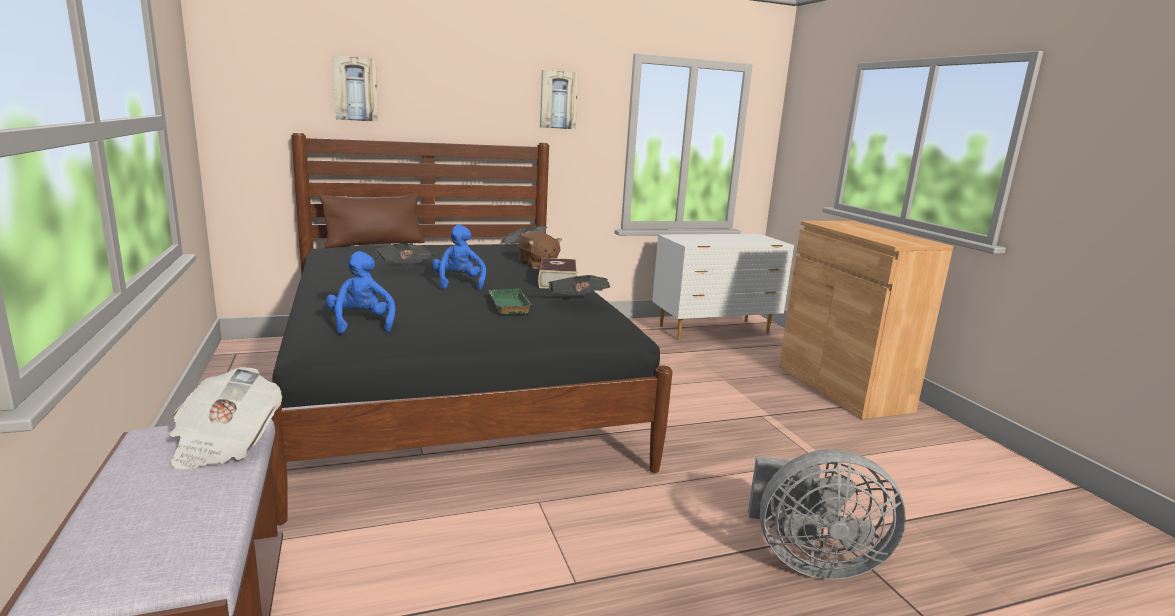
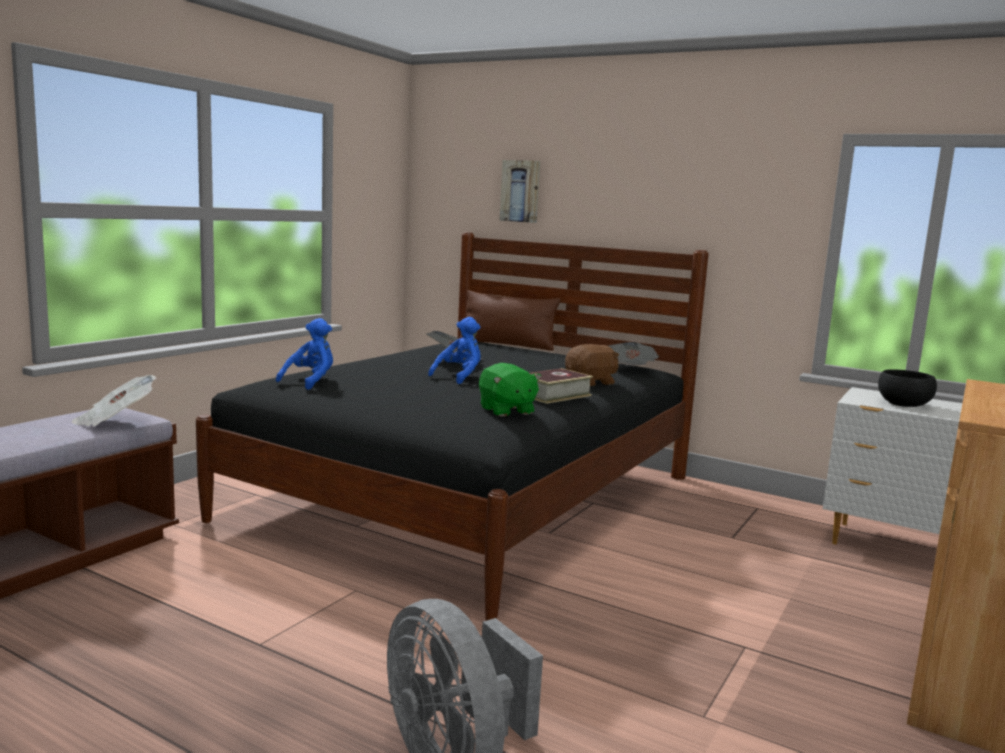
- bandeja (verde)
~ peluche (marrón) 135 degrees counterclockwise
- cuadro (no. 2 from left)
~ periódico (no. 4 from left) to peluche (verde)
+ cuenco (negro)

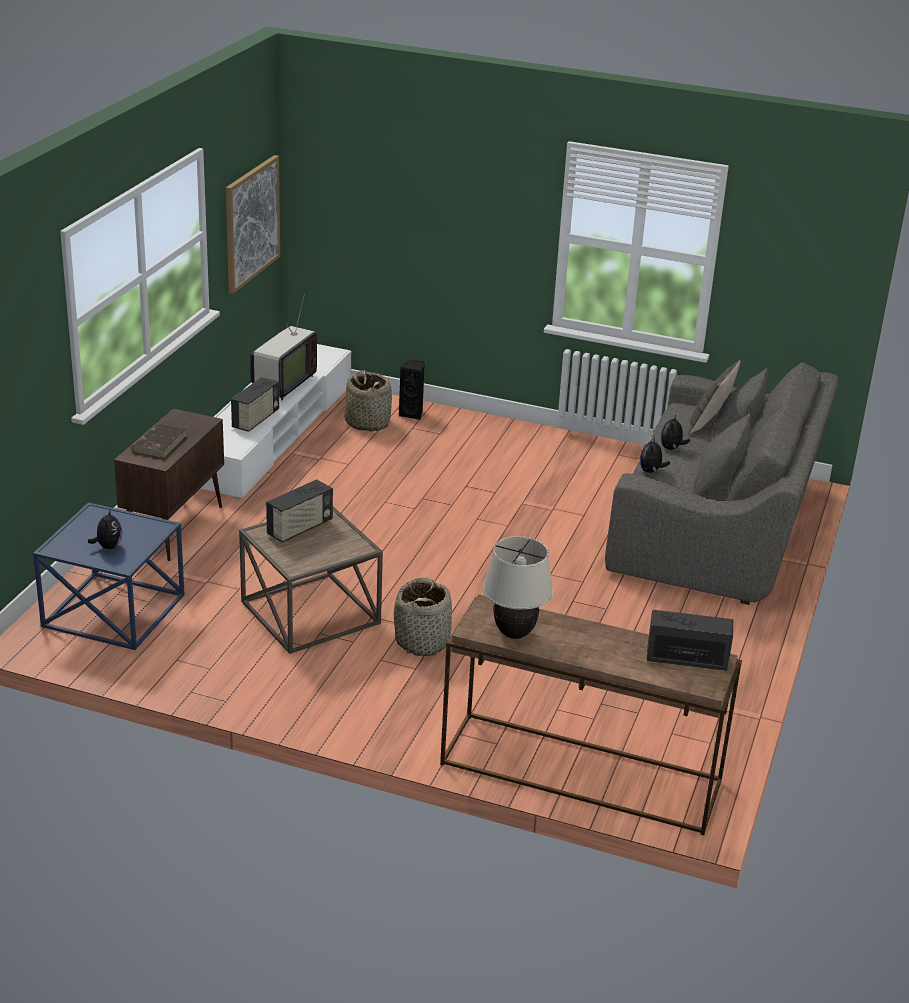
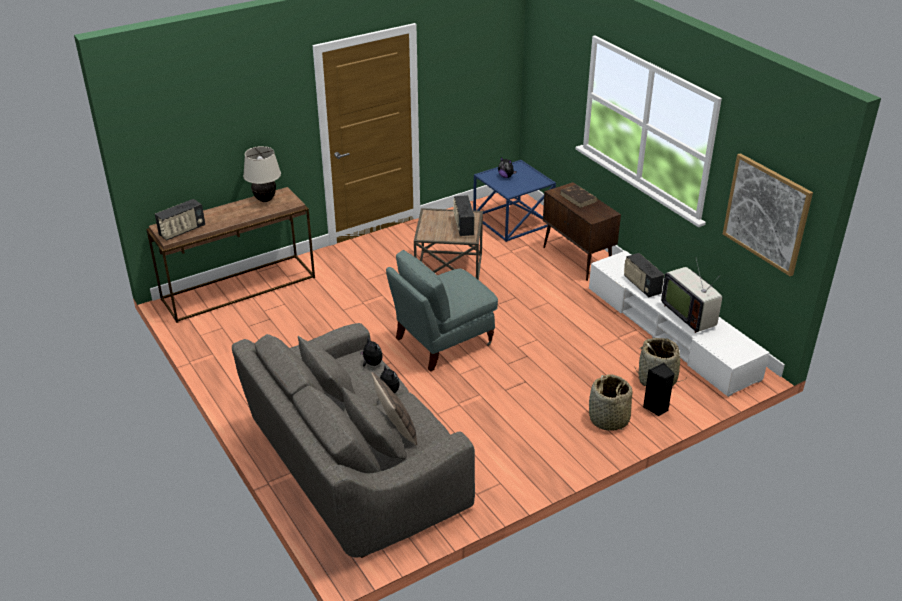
~ cesta (no. 2 from left in the first image) to cesta (no. 1 from left)
+ sillón (gris)

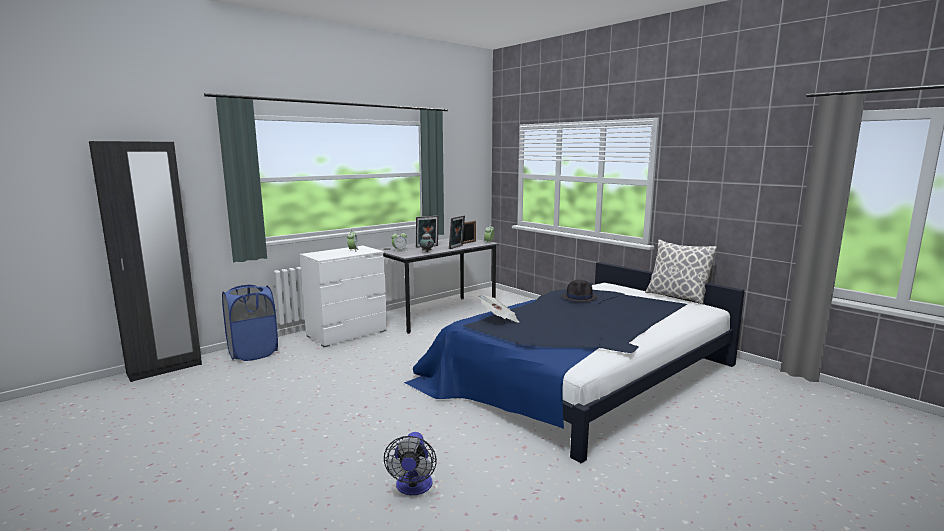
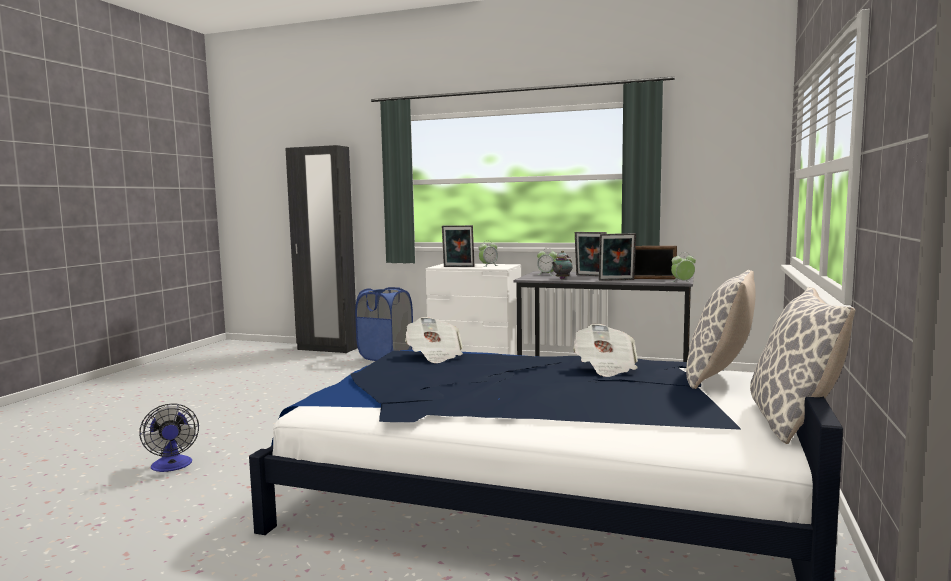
~ ventilador 90 degrees counterclockwise
~ sombrero (negro) to periódico (no. 2 from left)
+ portarretratos (no. 1 from left)
+ cojín (no. 1 from left)

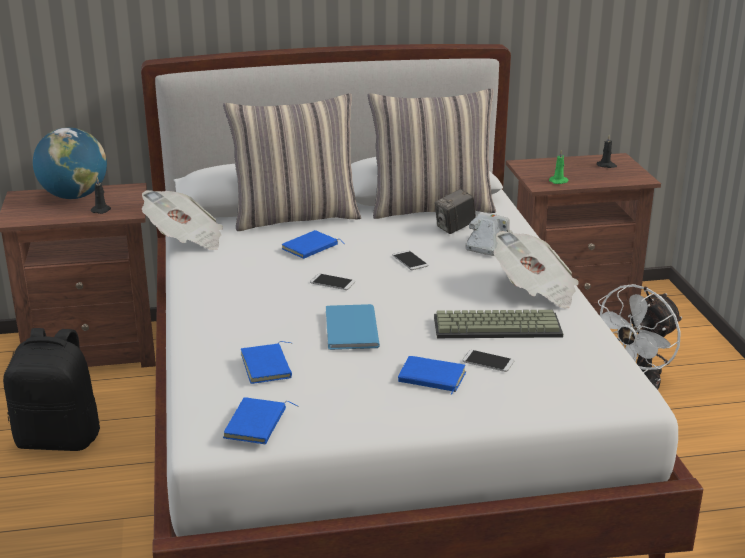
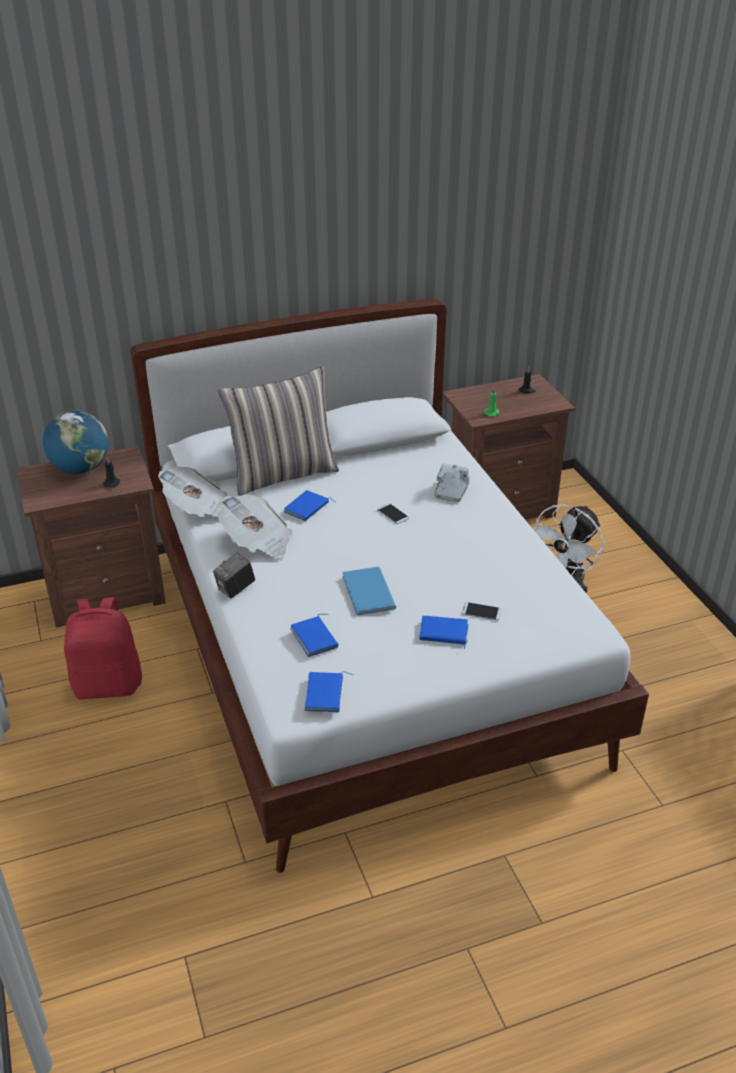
~ mochila (negro) to mochila (rojo)
- móvil (no. 1 from left)
- cojín (no. 2 from left)
- teclado
~ cámara (no. 1 from left)
~ periódico (no. 2 from left)

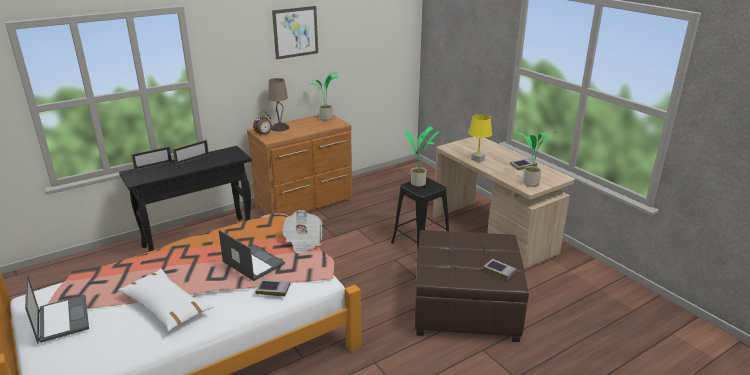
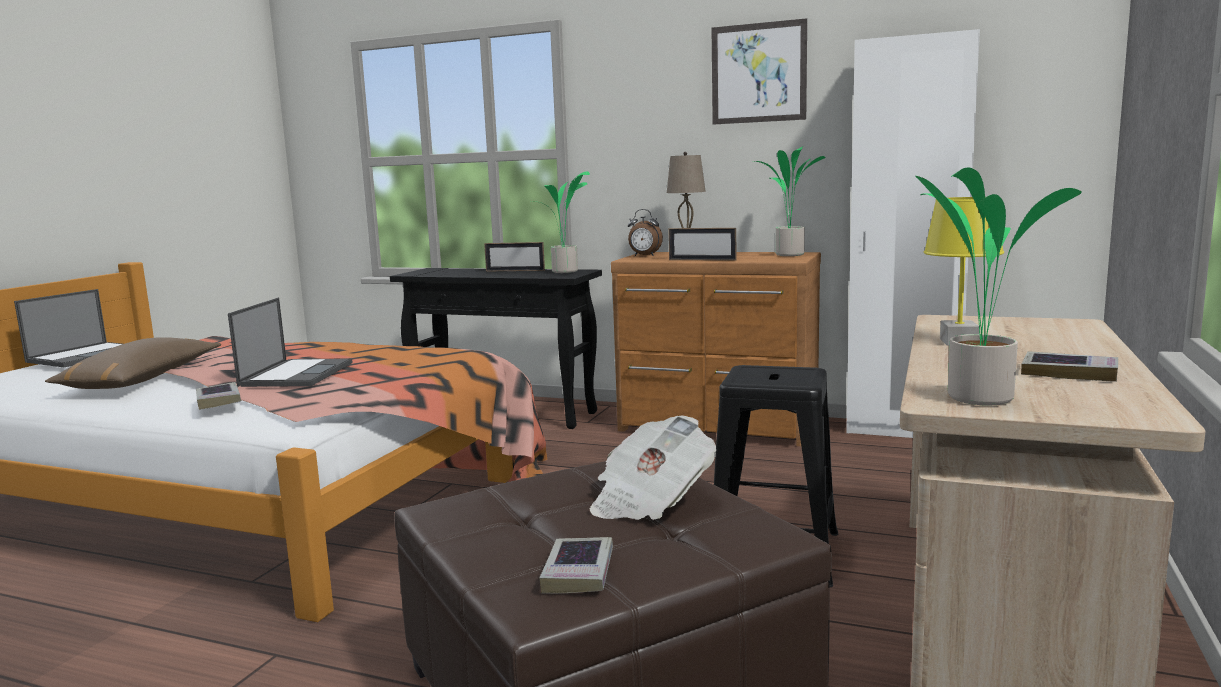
~ cojín (blanco) to cojín (marrón)
~ portarretratos (no. 1 from left in the first image) to portarretratos (no. 2 from left)
~ periódico
~ planta en maceta (no. 2 from left in the first image) to planta en maceta (no. 1 from left)
+ armario ropero (blanco)

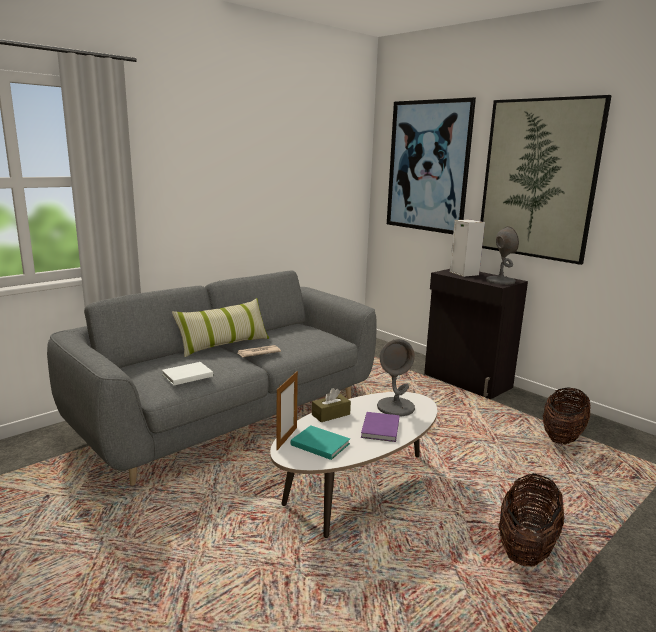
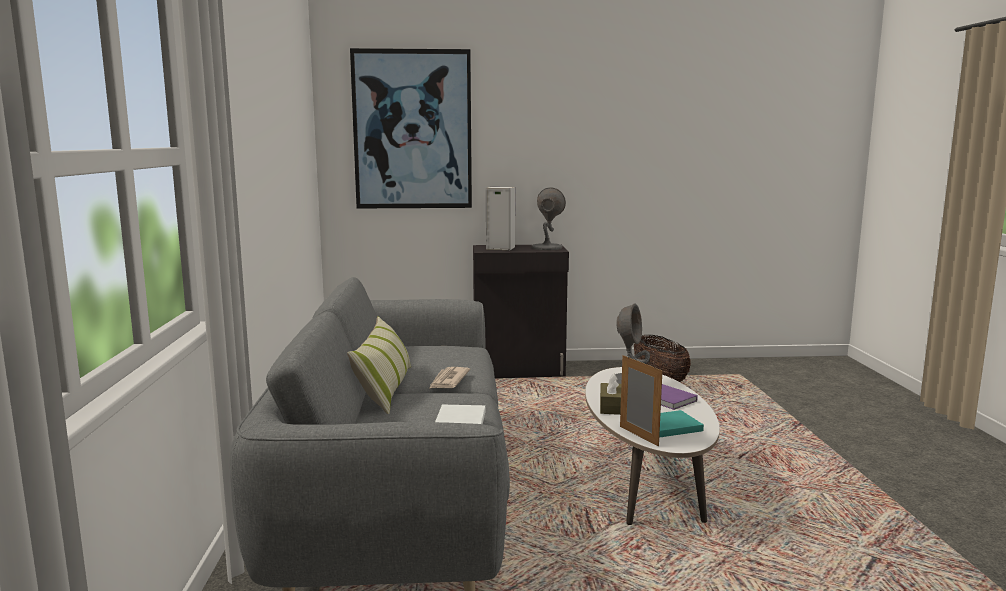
- cuadro (no. 2 from left)
- cesta (no. 1 from left)

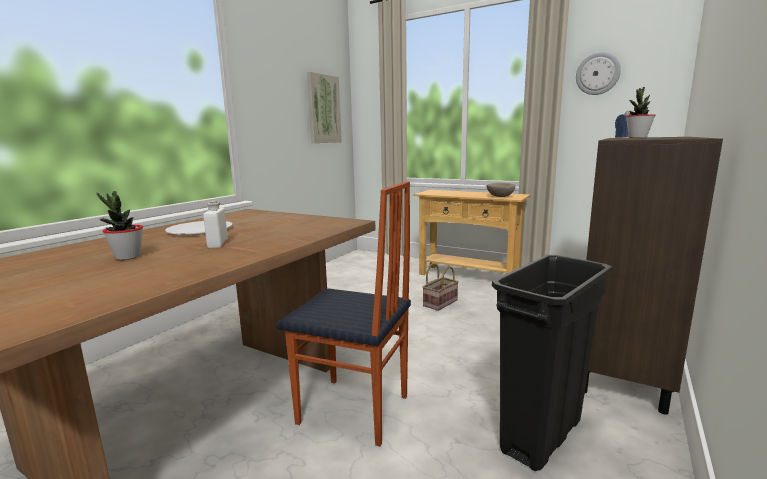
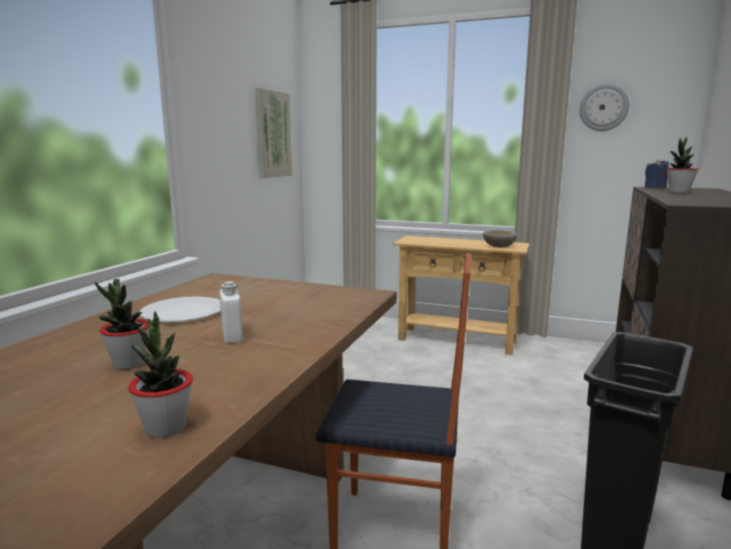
- cesta
+ planta en maceta (no. 2 from left)

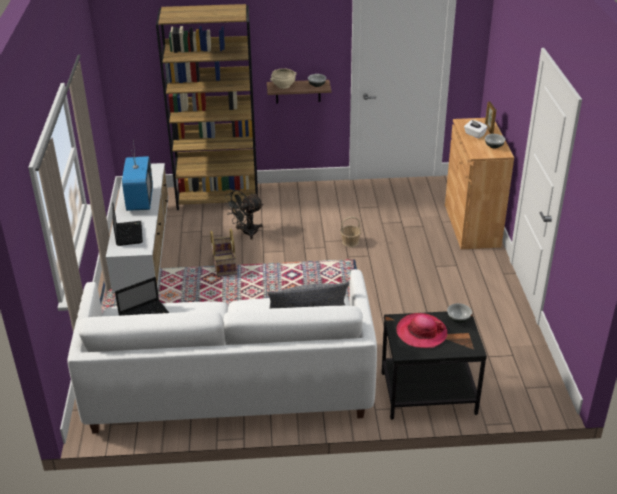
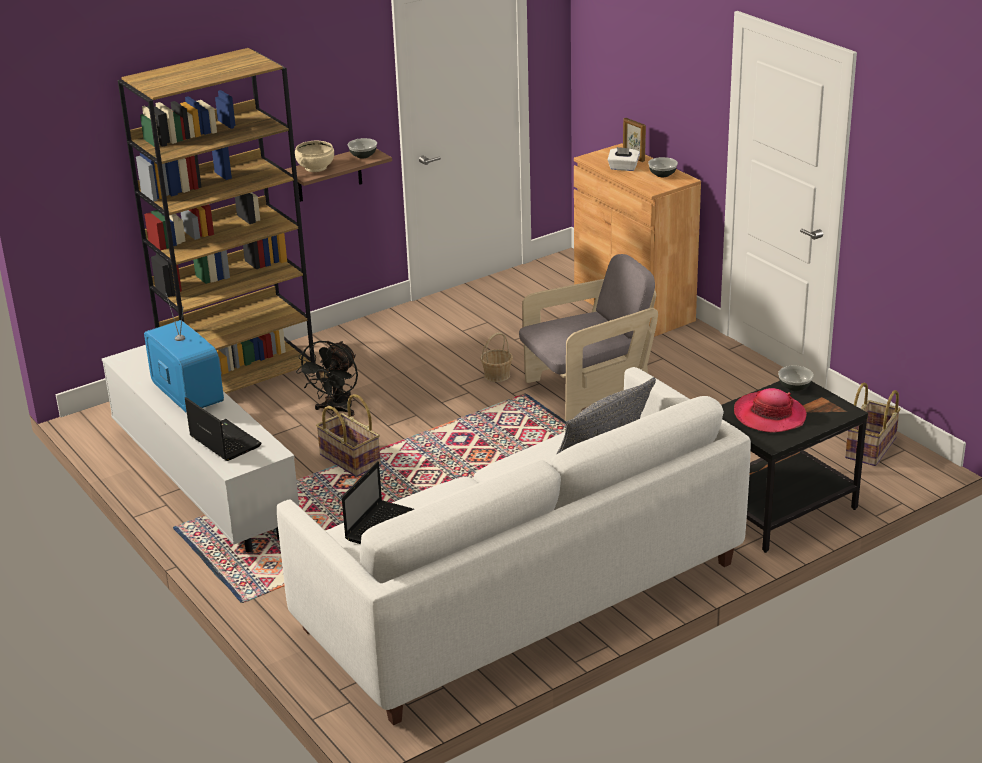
+ sillón (gris)
+ cesta (no. 3 from left)

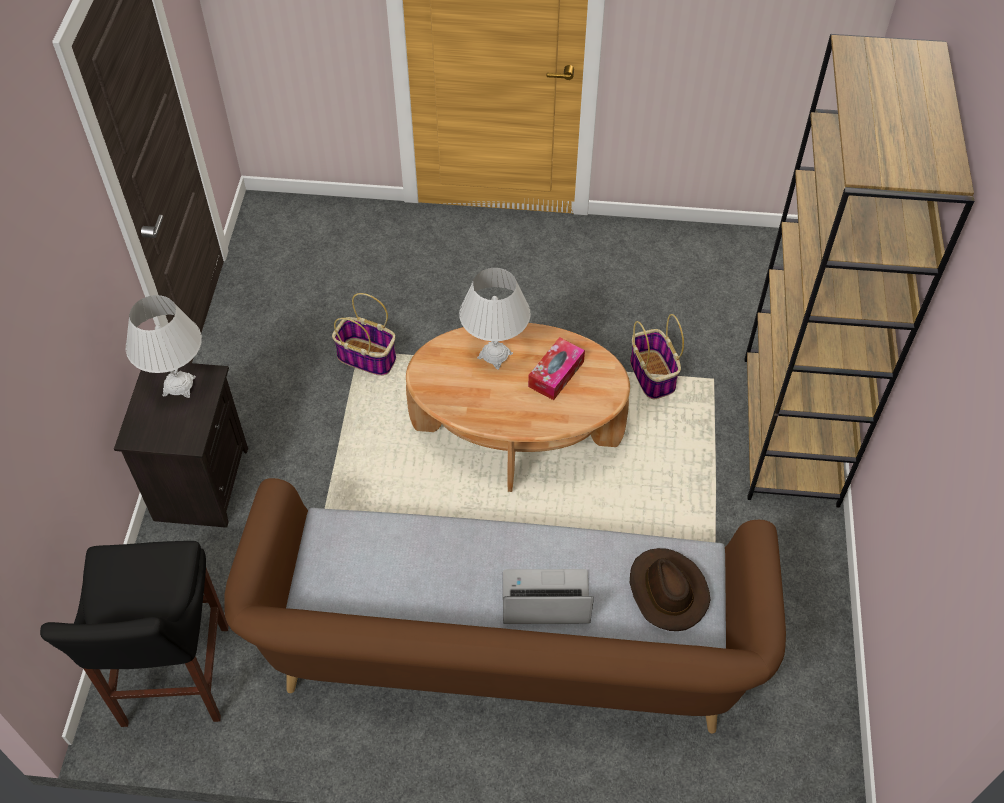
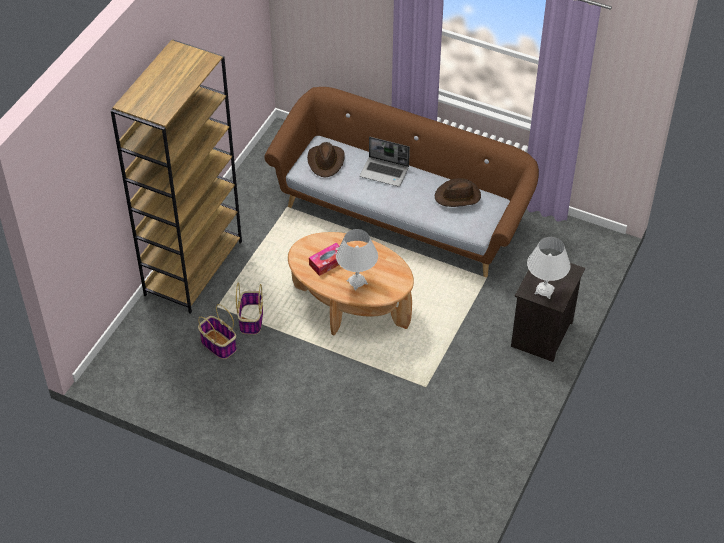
- taburete (negro)
~ cesta (no. 1 from left)
+ sombrero (marrón) (no. 2 from left)

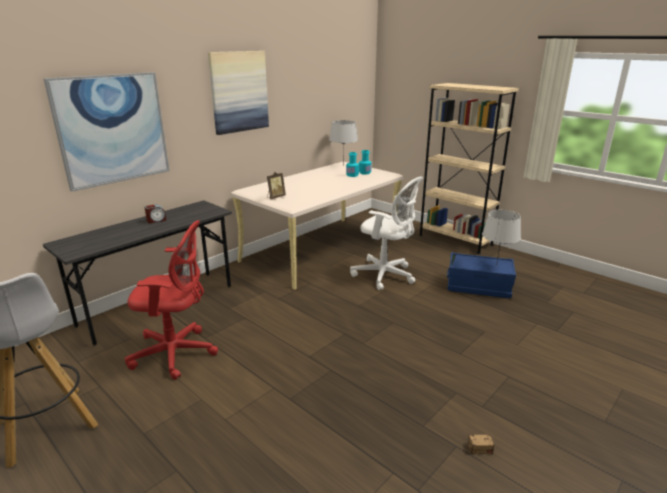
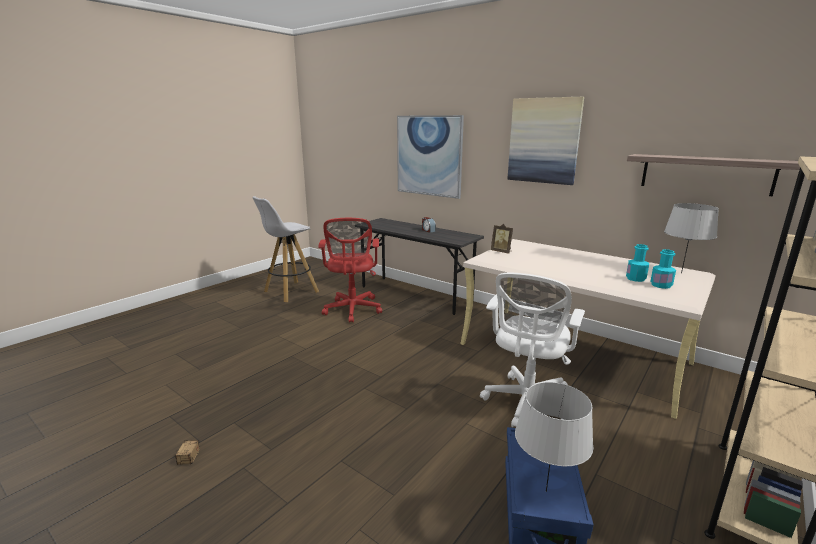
+ estante

